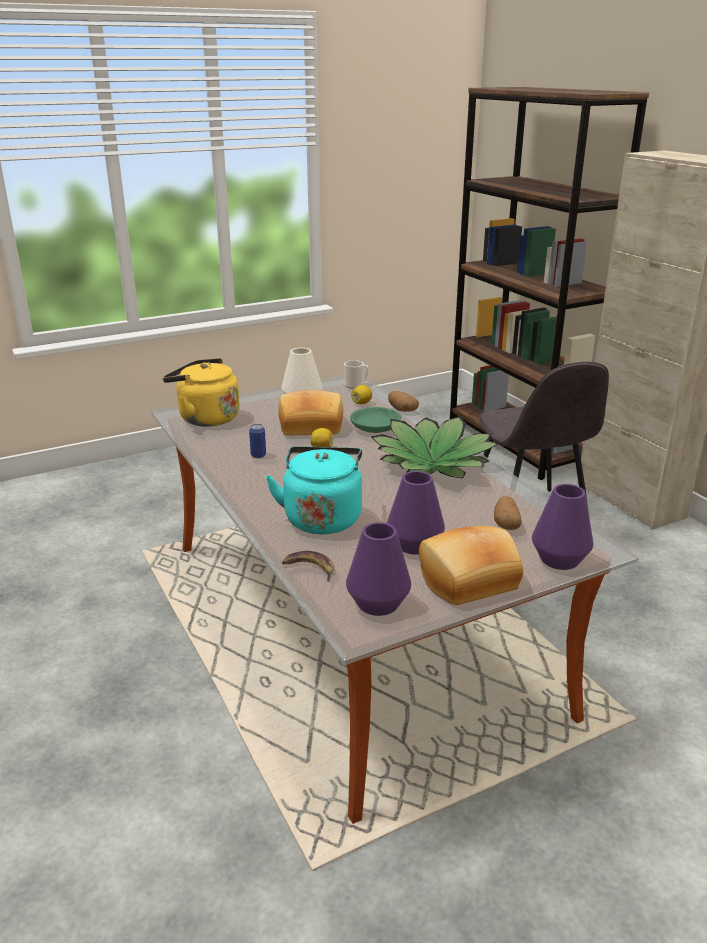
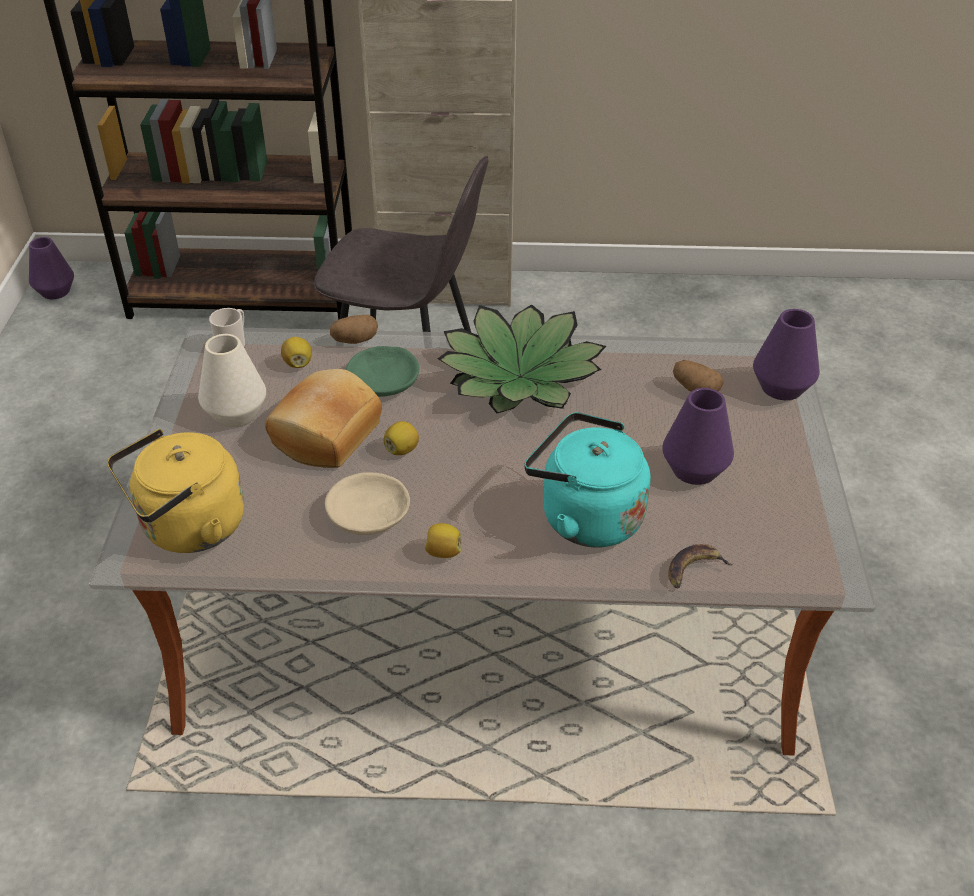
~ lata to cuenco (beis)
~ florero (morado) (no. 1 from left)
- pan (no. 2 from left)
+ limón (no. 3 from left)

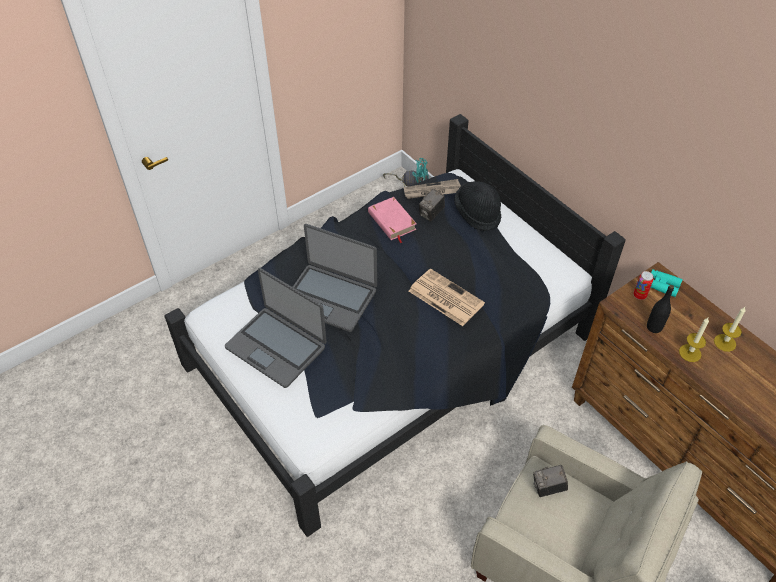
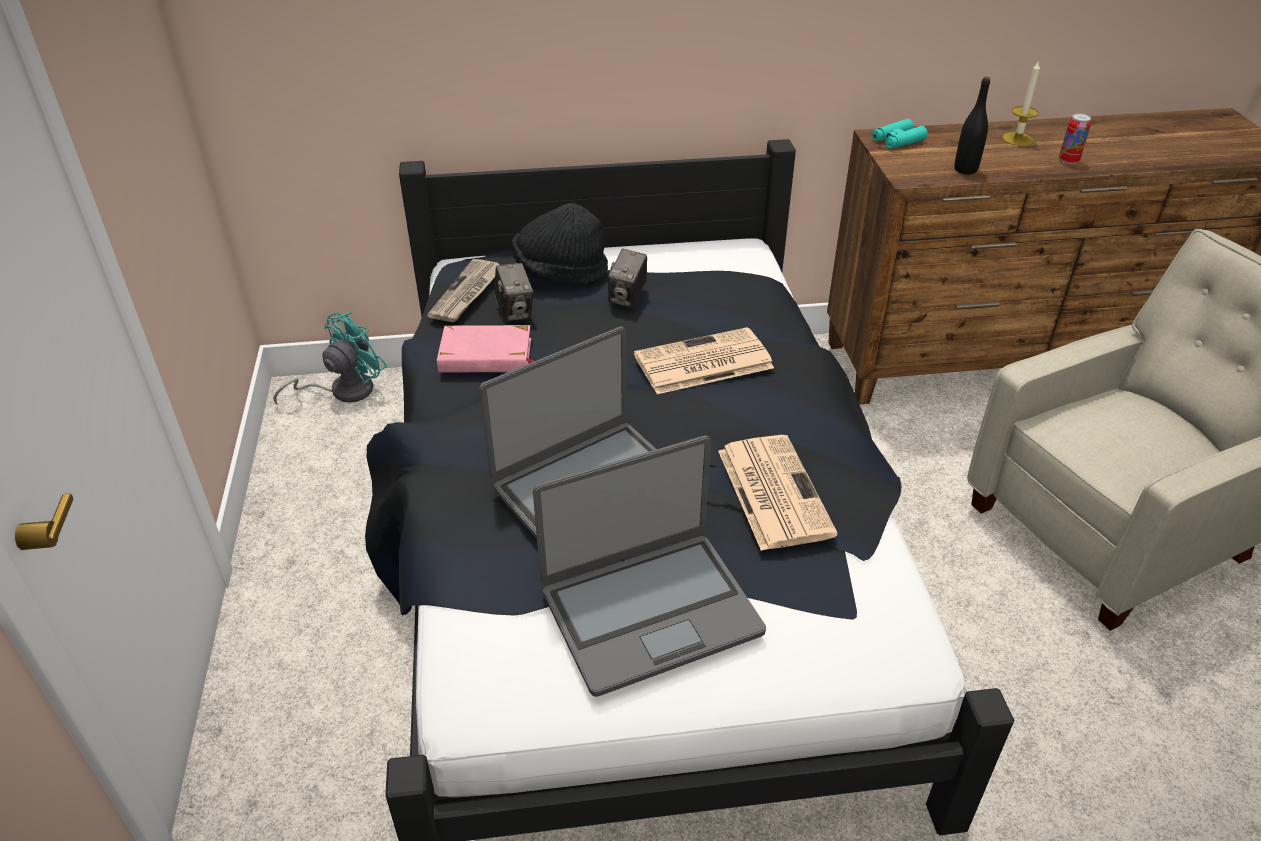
~ cámara (no. 2 from left)
~ lata
- vela (no. 1 from left)
+ periódico (no. 3 from left)

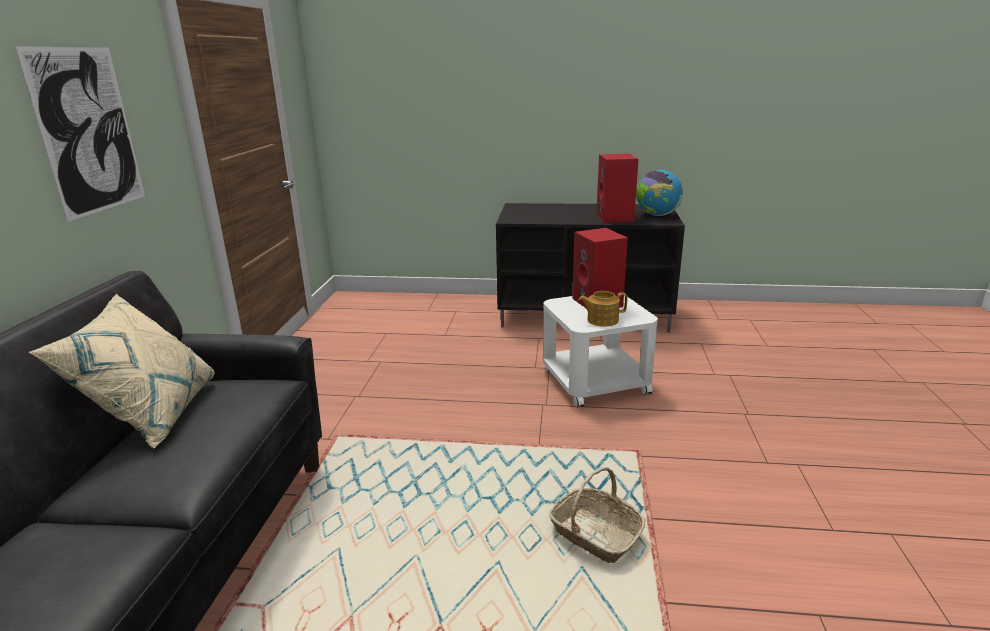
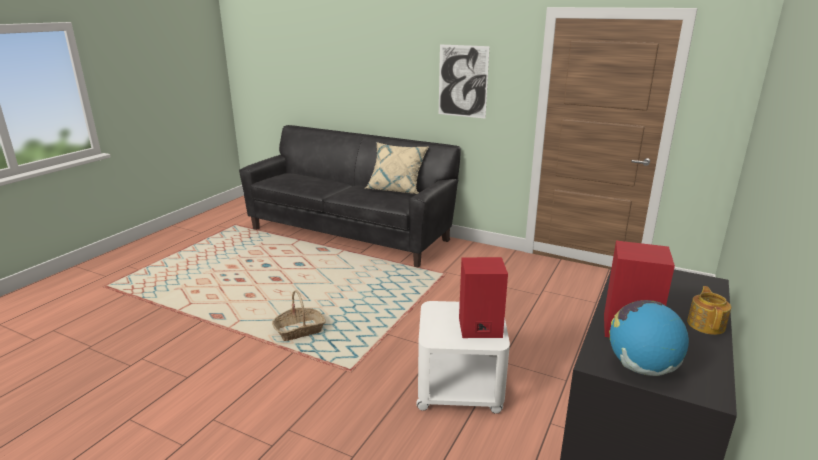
~ tetera

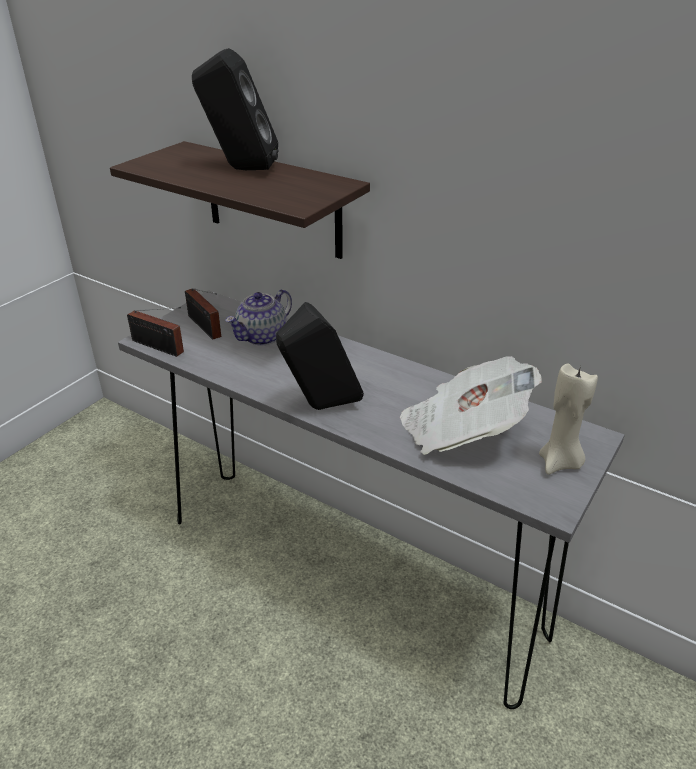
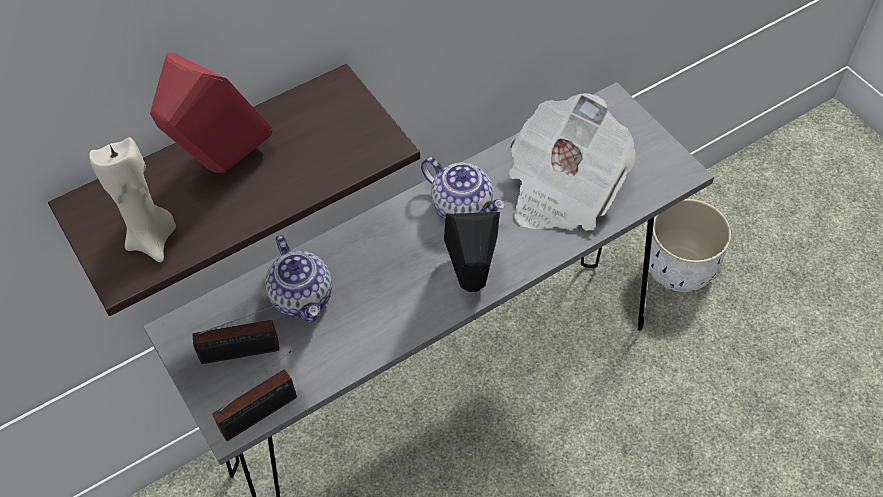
~ altavoz (negro) (no. 1 from left) to altavoz (rojo)
~ vela (beis)
+ tetera (no. 2 from left)
+ maceta (blanco)

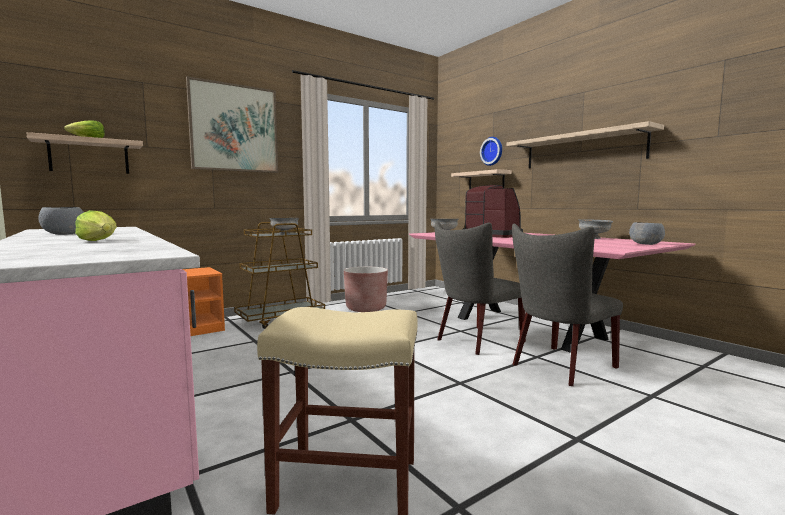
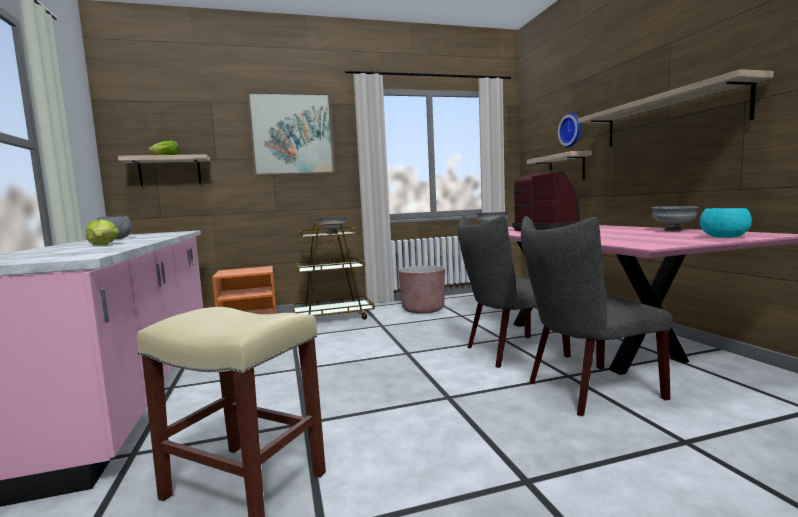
~ cuenco (gris) (no. 5 from left) to cuenco (turquesa)

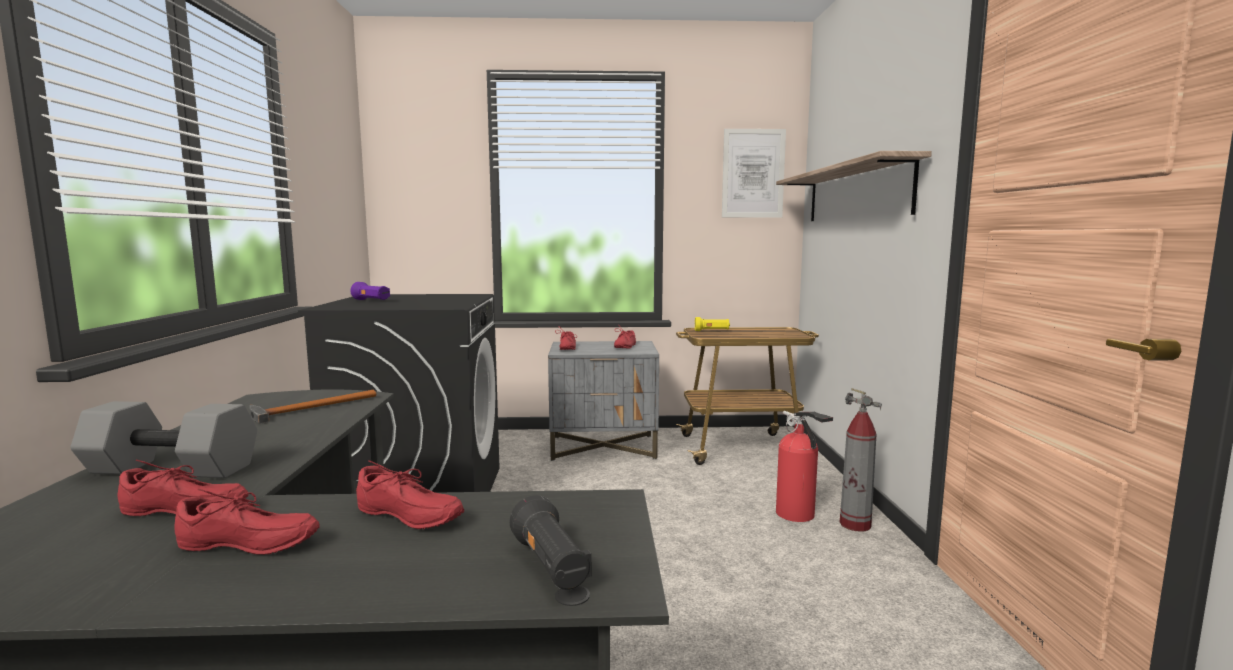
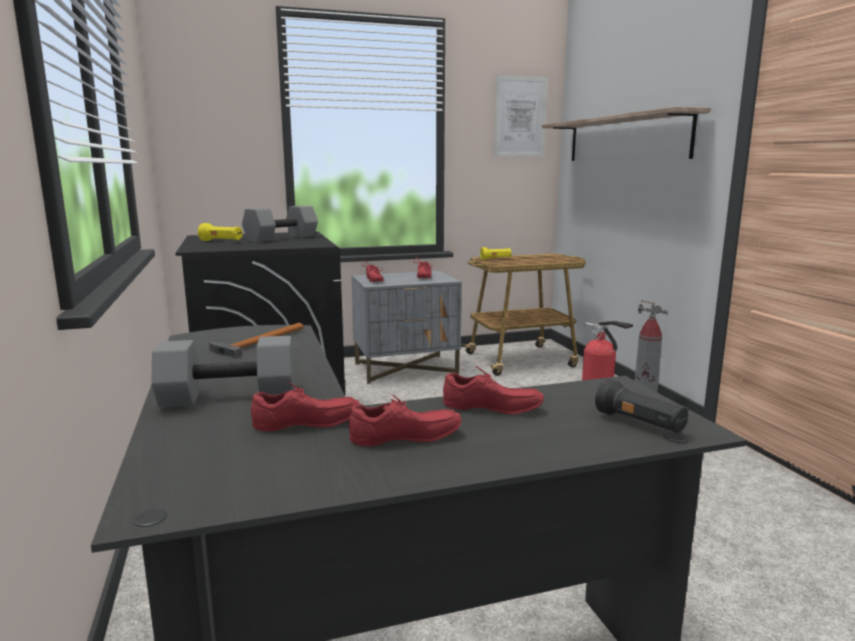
~ linterna (morado) to linterna (amarillo) (no. 1 from left)
+ mancuerna (gris) (no. 2 from left)

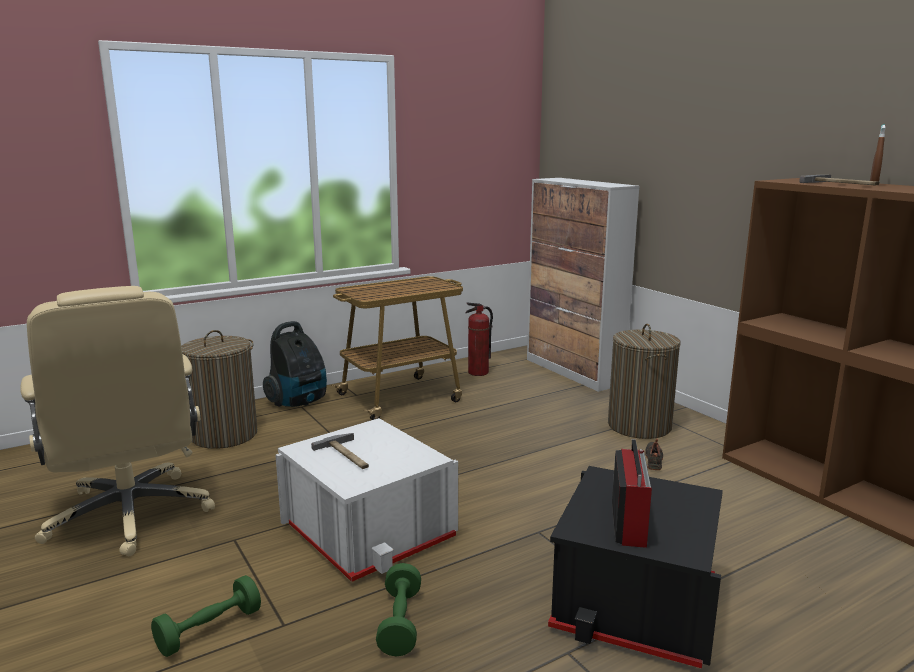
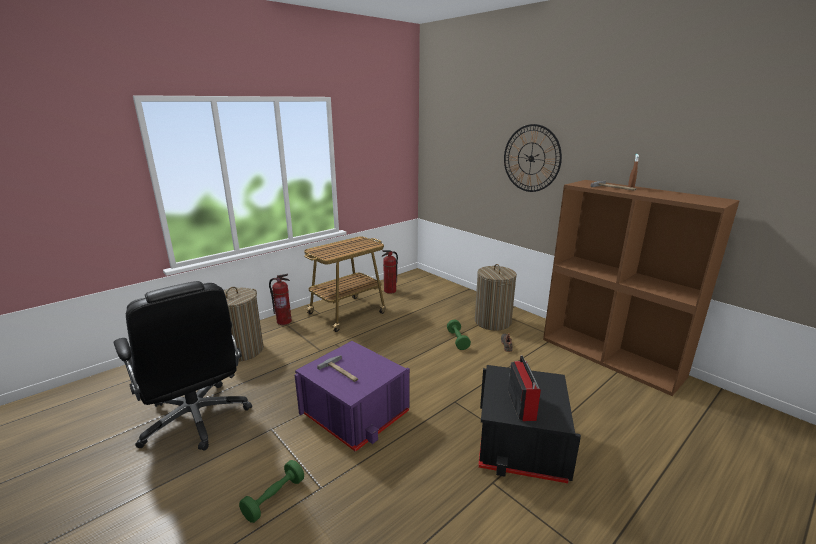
~ silla de oficina (beis) to silla de oficina (negro)
~ aspiradora to extintor (no. 1 from left)
~ caja de almacenaje (blanco) to caja de almacenaje (morado)
~ mancuerna (verde) (no. 2 from left)
- armario
+ reloj de pared

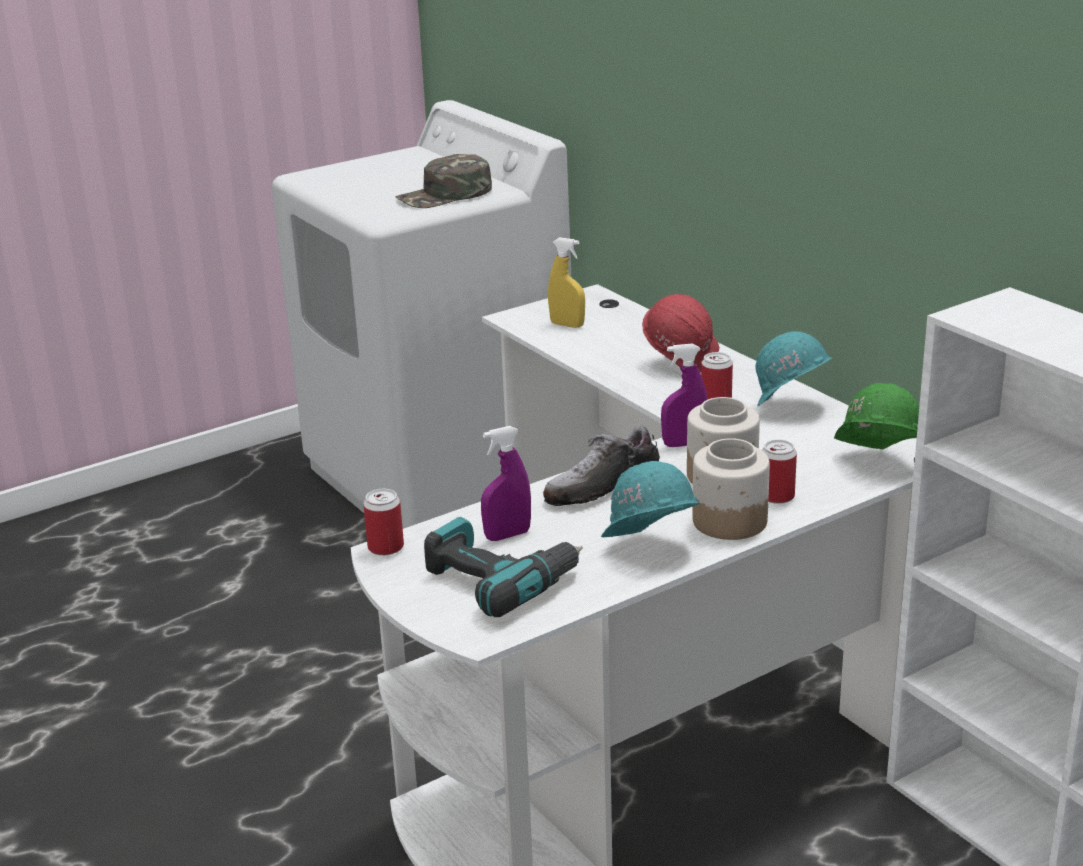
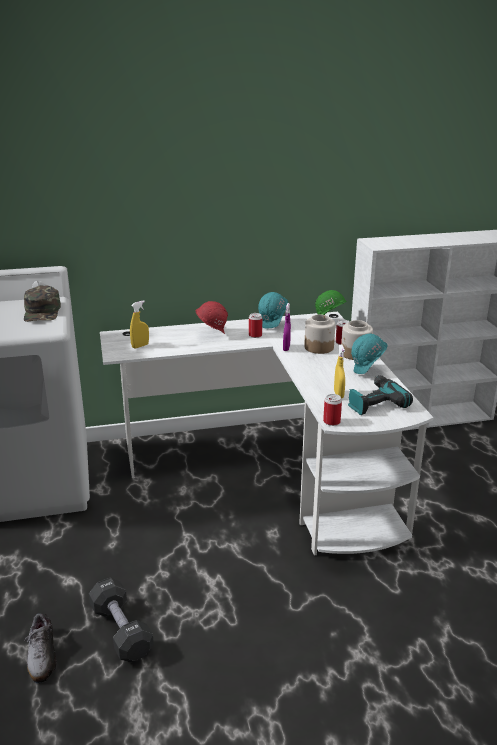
~ pulverizador (morado) (no. 1 from left) to pulverizador (amarillo) (no. 2 from left)
~ zapato
+ mancuerna (negro)

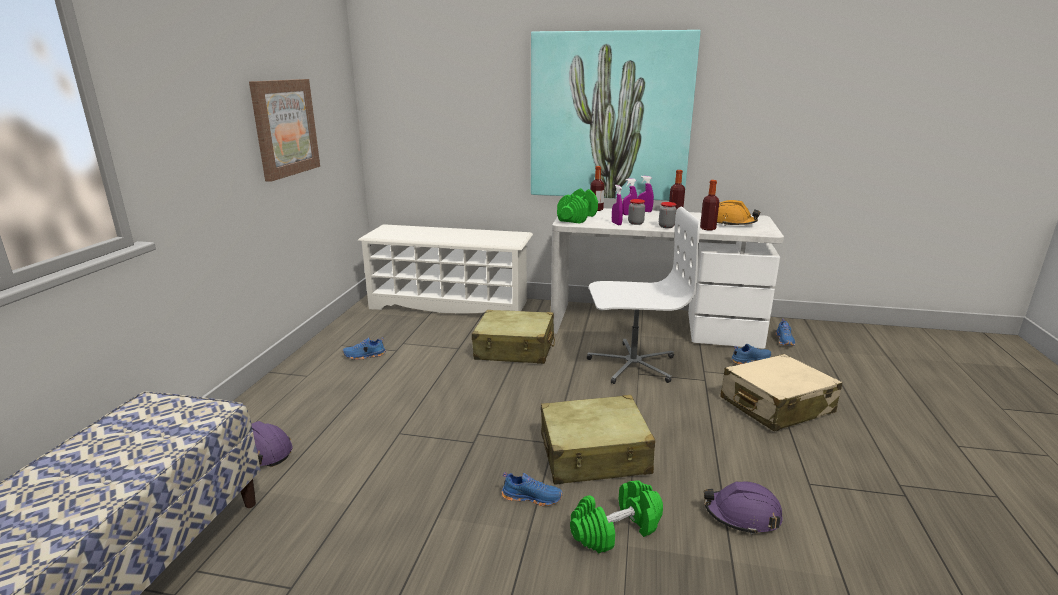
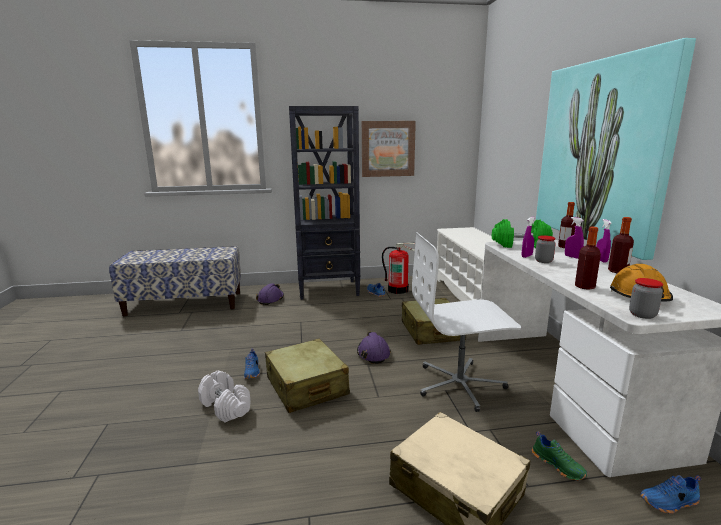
~ mancuerna (verde) (no. 2 from left) to mancuerna (blanco)
~ silla de oficina (blanco) 105 degrees clockwise
~ tarro (no. 2 from left)
~ casco (morado) (no. 2 from left)
~ zapato (azul) (no. 3 from left) to zapato (verde)
+ estantería (negro)
+ extintor

